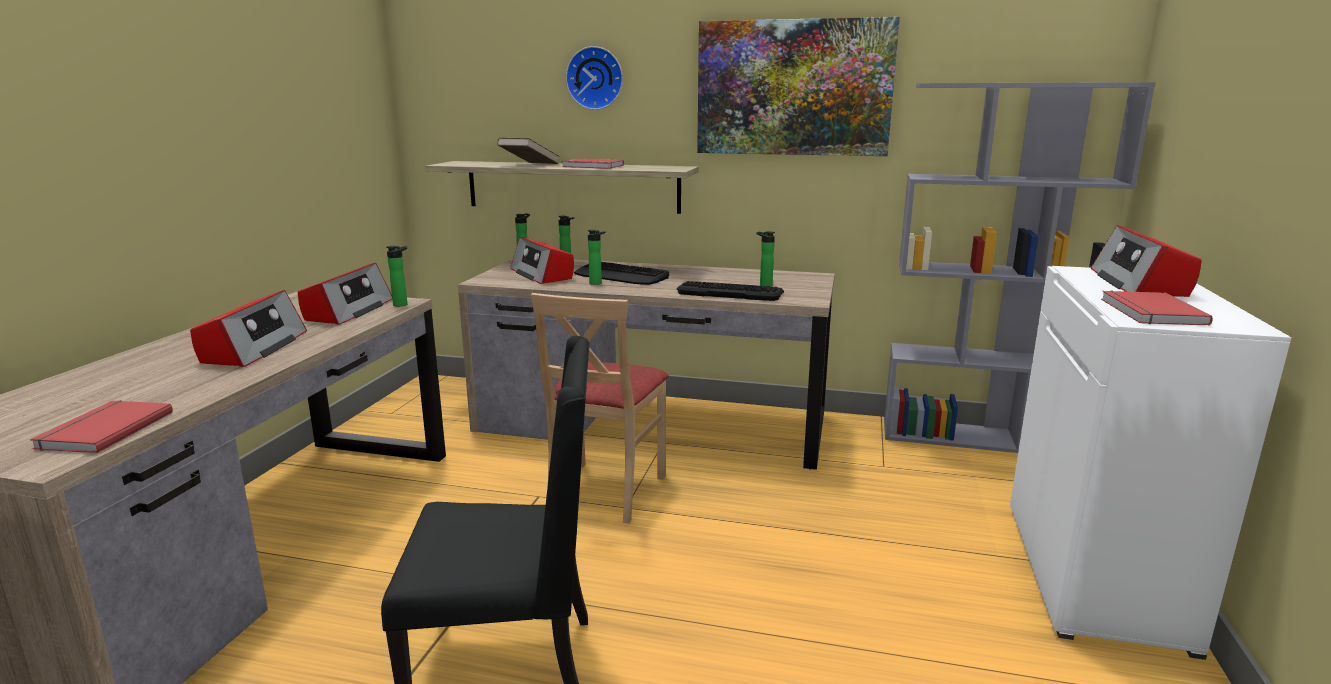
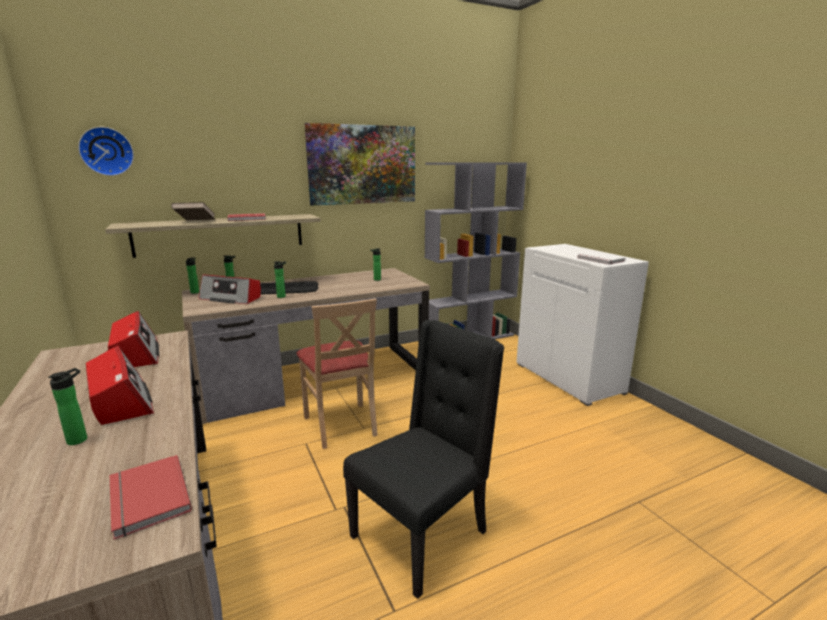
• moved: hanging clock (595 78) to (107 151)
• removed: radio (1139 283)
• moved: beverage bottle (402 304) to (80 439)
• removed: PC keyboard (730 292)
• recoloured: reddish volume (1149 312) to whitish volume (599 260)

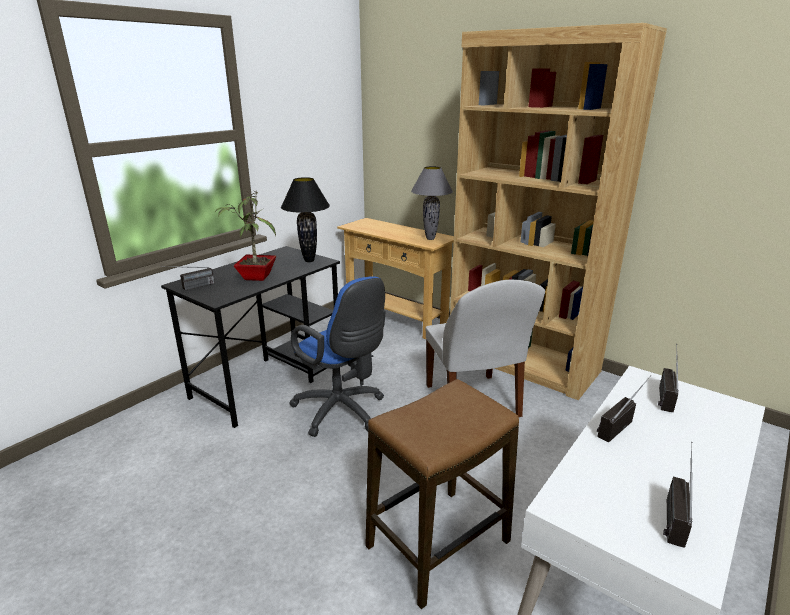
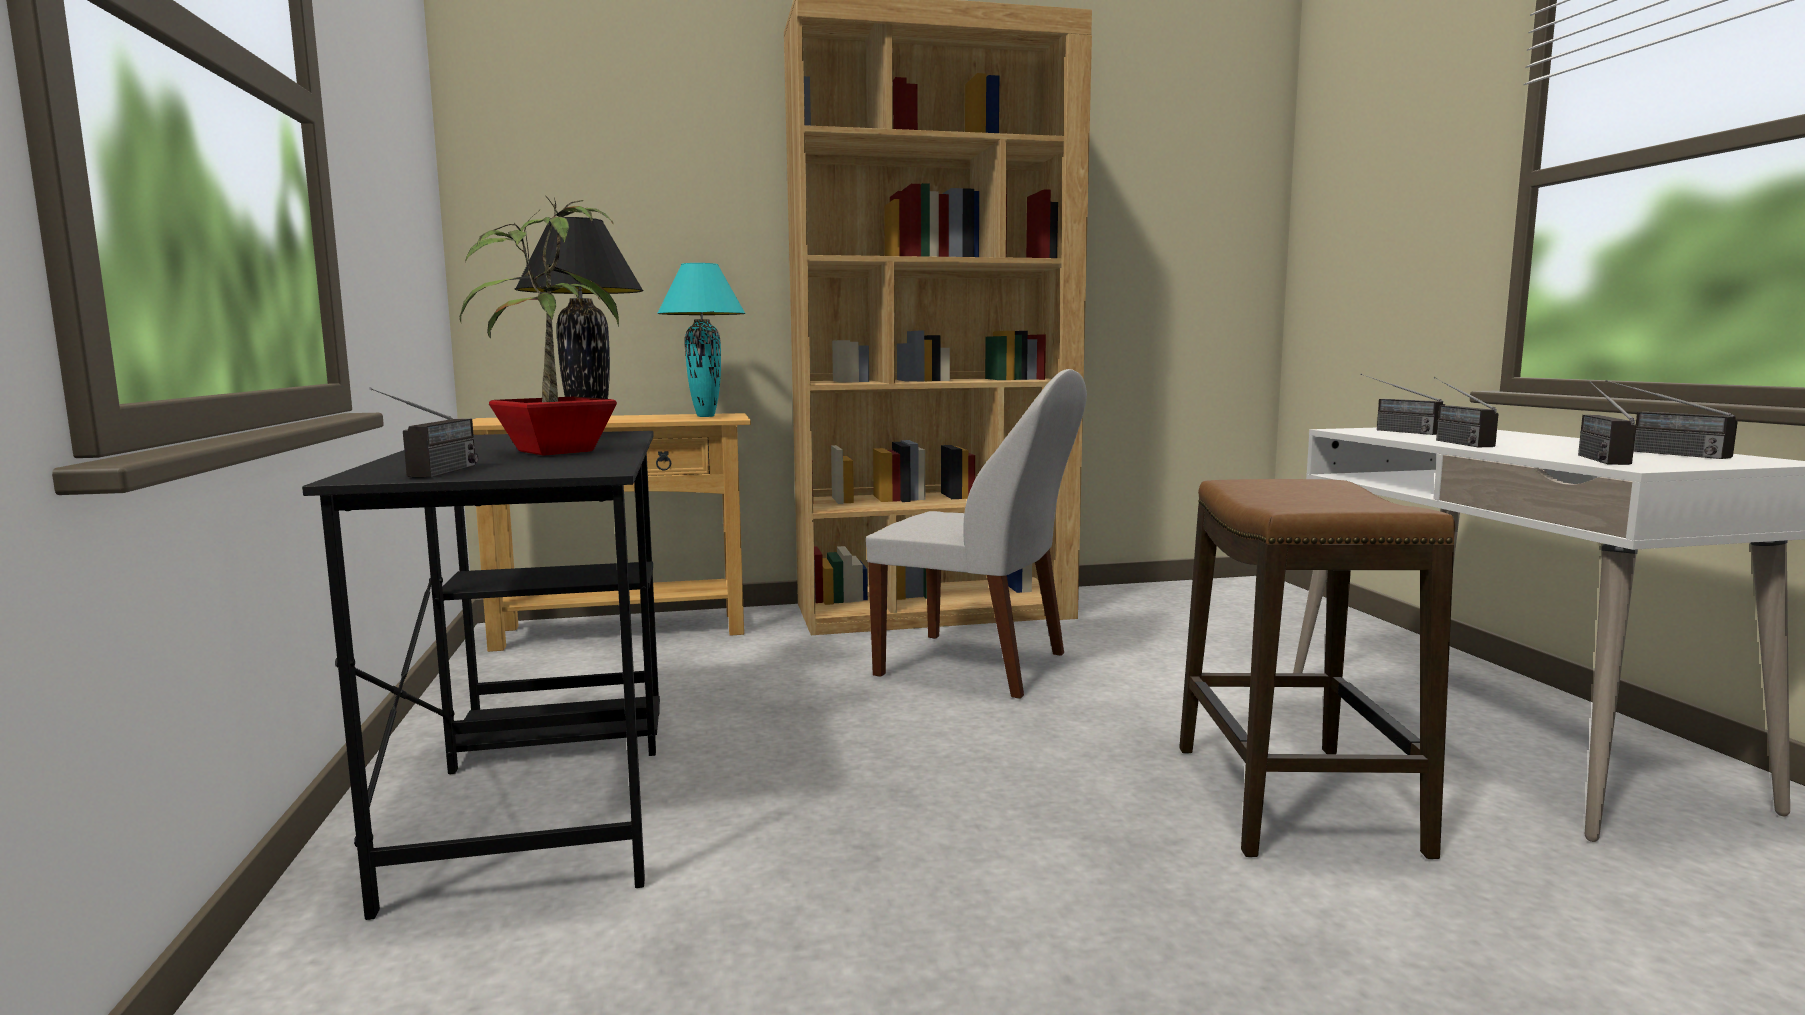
• recoloured: grey lamp for a table (430 239) to blue-green lamp for a table (706 416)
• removed: bluish office chair (342 412)
• added: radio (1592 457)

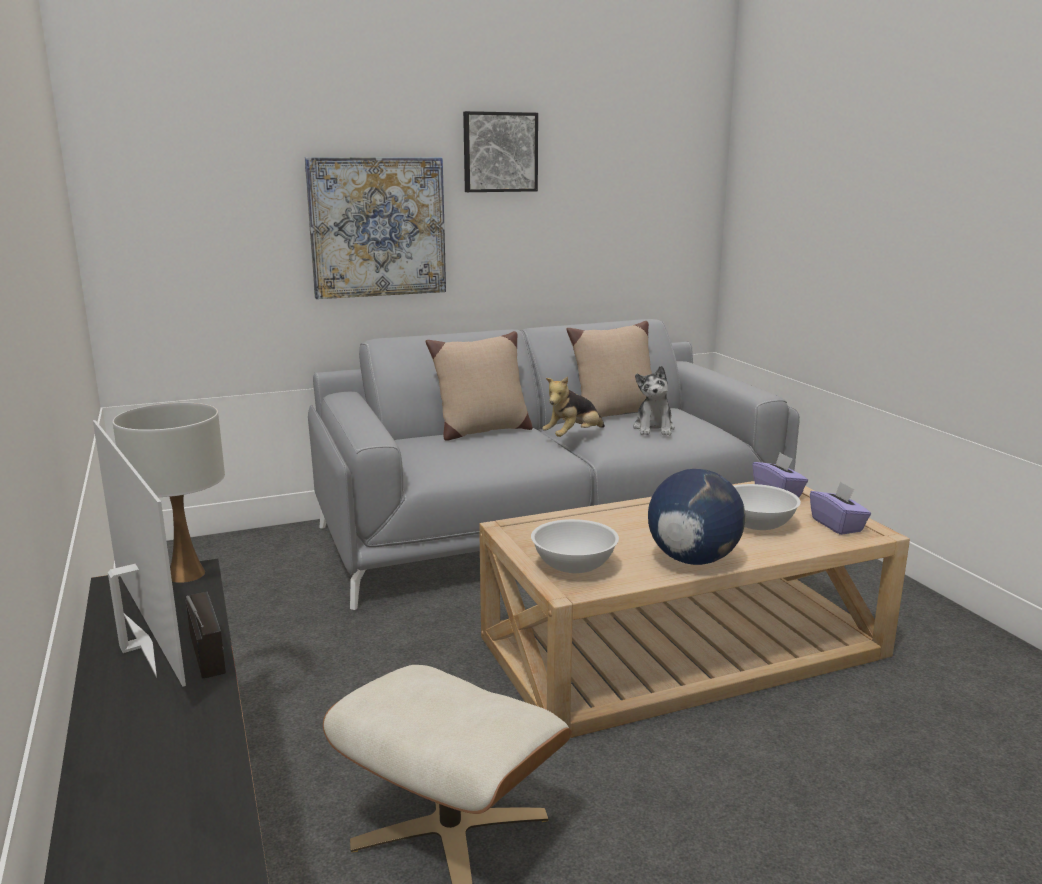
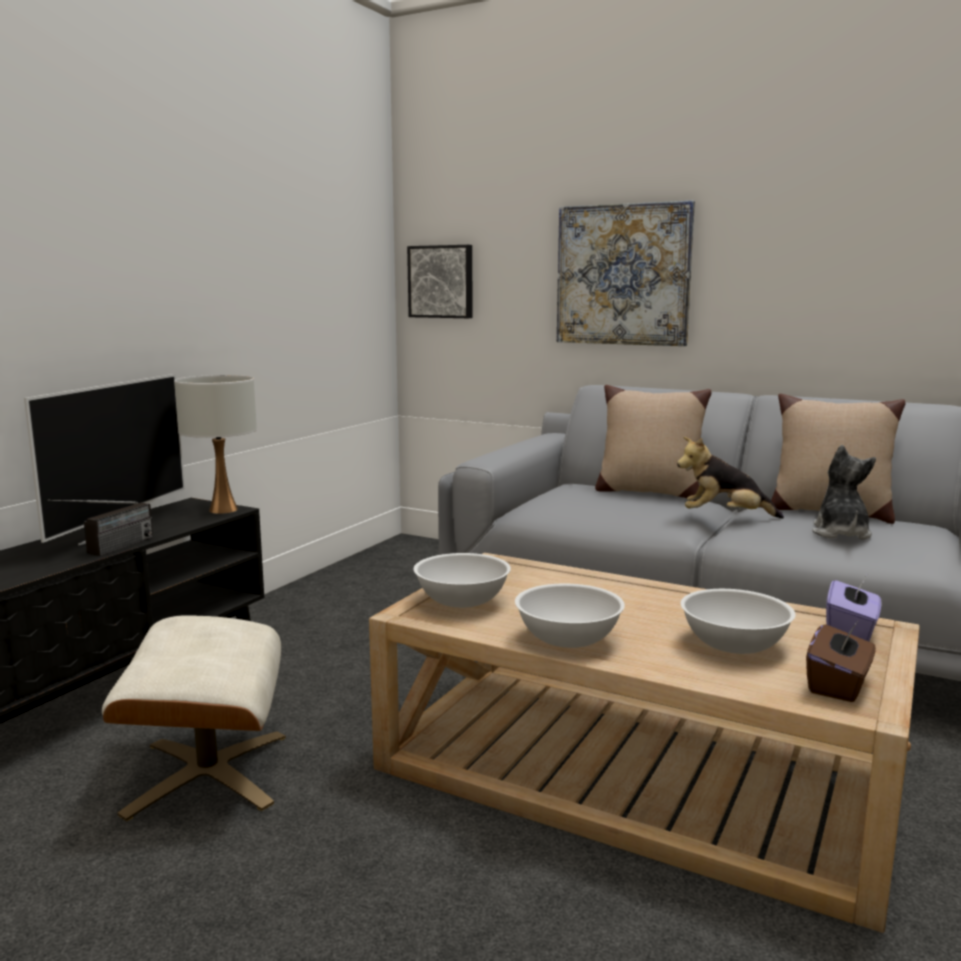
• moved: wall picture (499 152) to (441 281)
• turned: soft toy (654 428) = (840 533) 135 degrees clockwise
• replaced: world globe (692 559) to whitish bowl (568 639)
• recoloured: purplish tissue box (837 525) to brown-coloured tissue box (838 685)

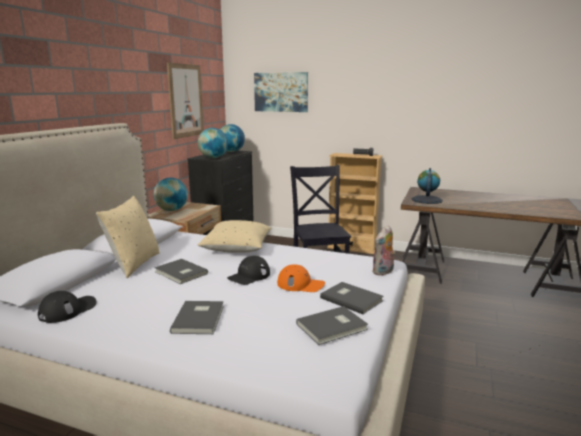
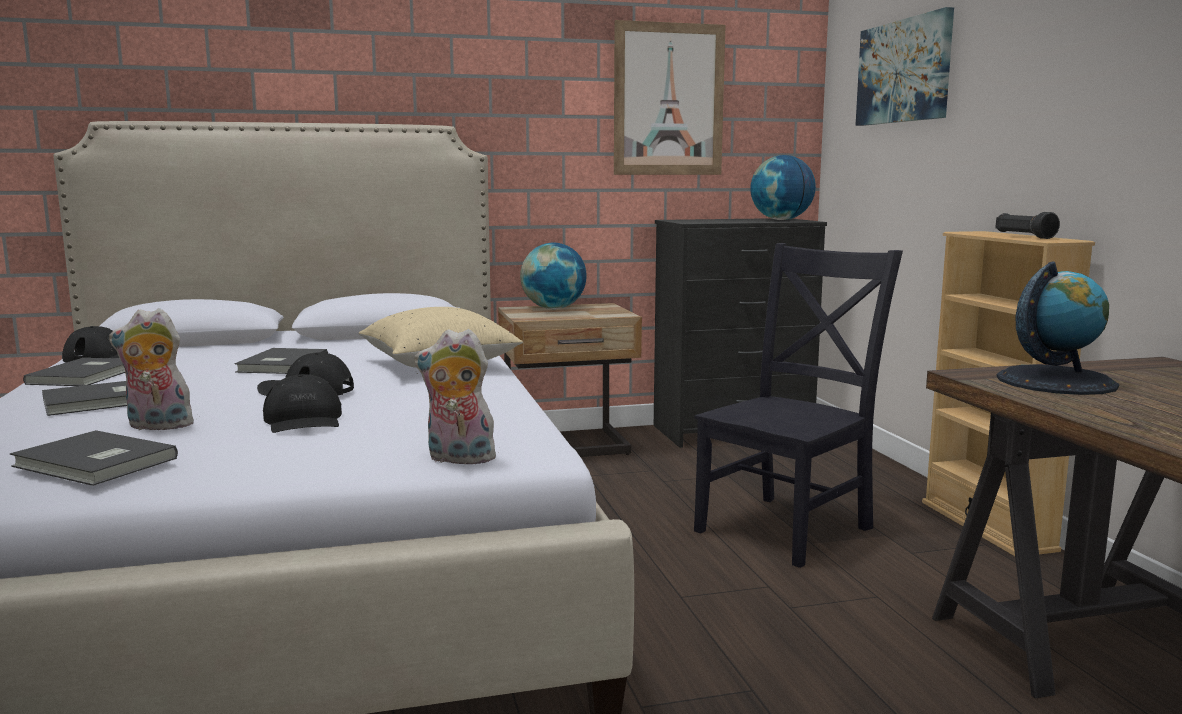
• removed: world globe (213 158)
• removed: sand-coloured cushion (133 264)
• recoloured: orangey baseball cap (301 284) to blackish baseball cap (304 420)
• moved: grey volume (351 298) to (87 375)
• added: soft toy (157 427)

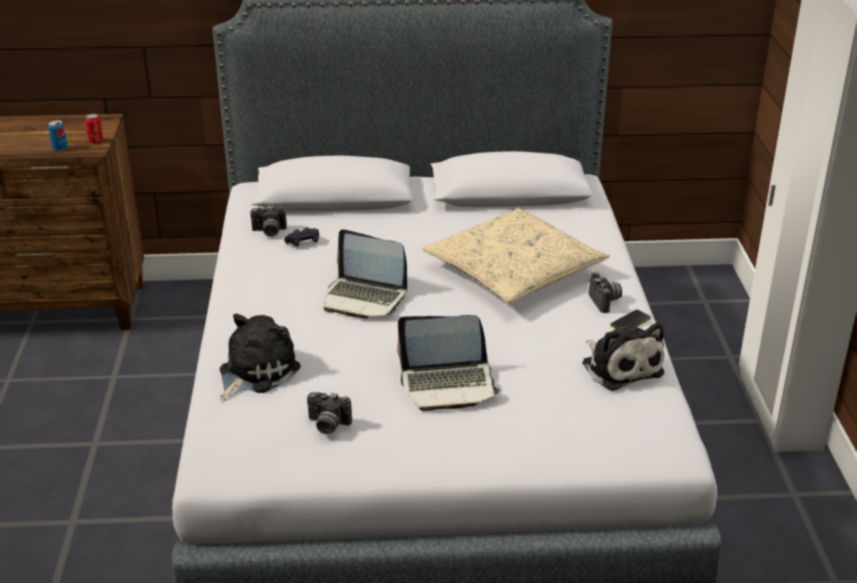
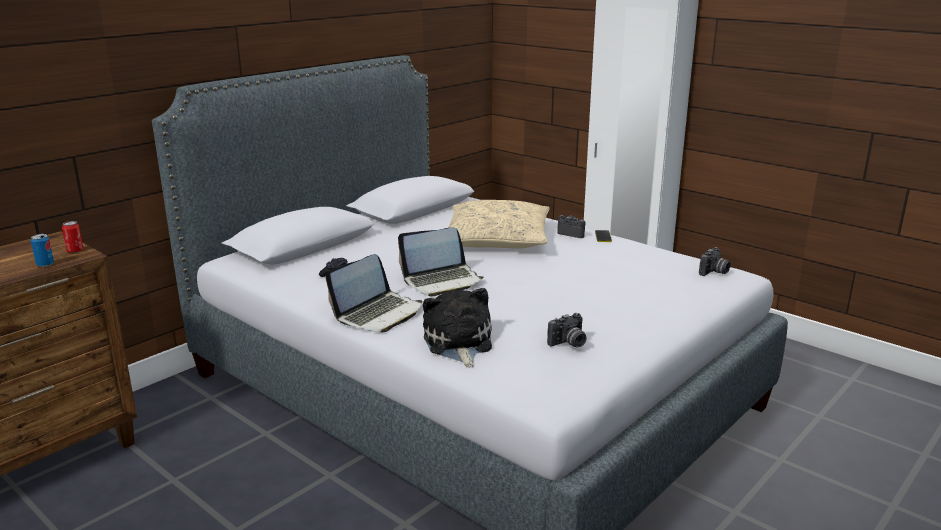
• moved: still camera (269 232) to (714 272)
• moved: laptop (448 385) to (378 313)
• removed: soft toy (620 366)

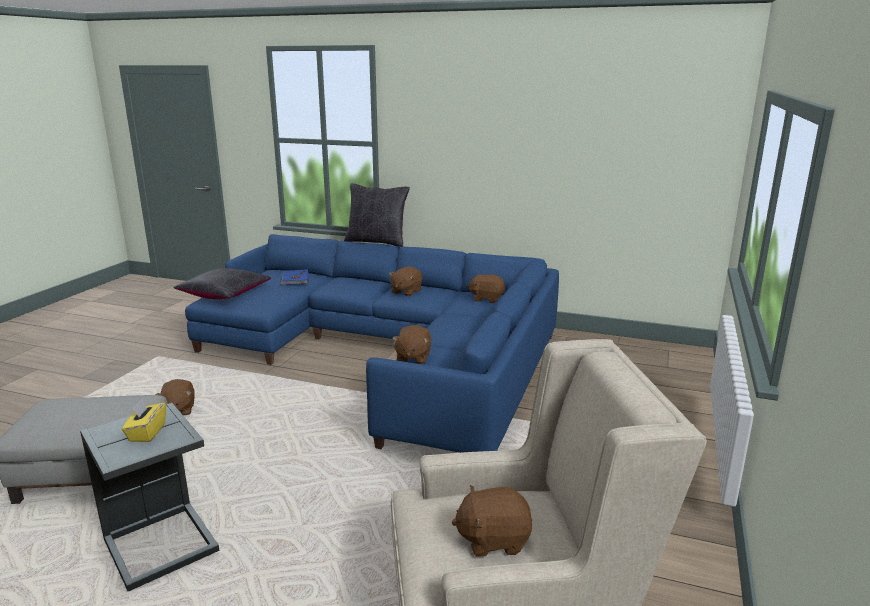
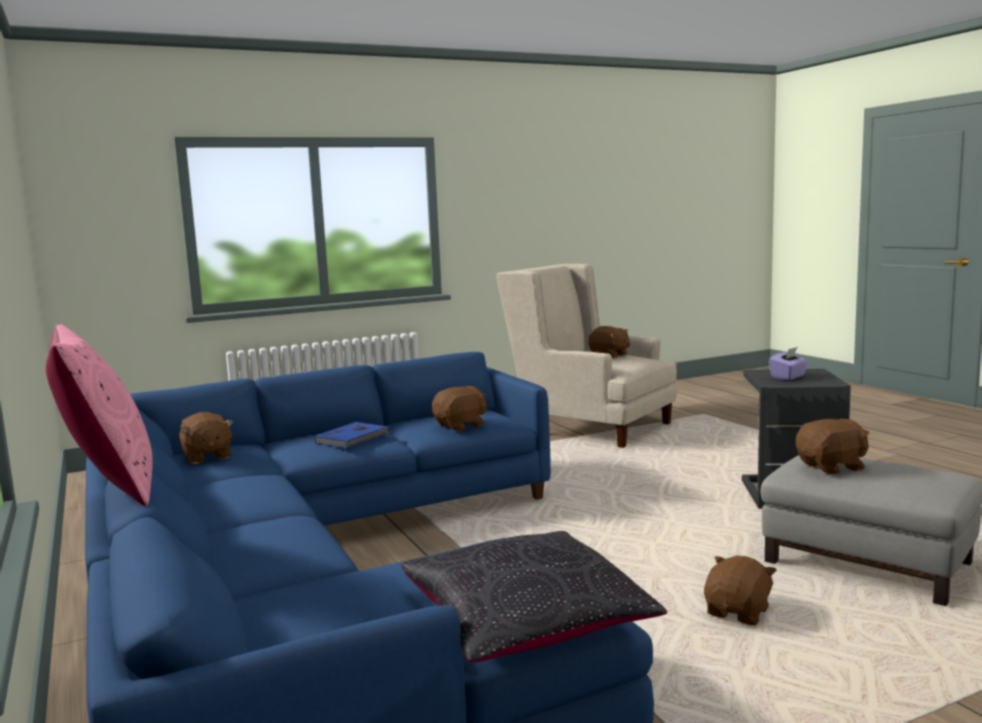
• recoloured: blackish cushion (377 241) to pinkish cushion (109 485)
• moved: brown-coloured soft toy (406 292) to (832 467)
• moved: bluish volume (295 279) to (353 438)
• recoloured: yellow tissue box (147 433) to purplish tissue box (788 377)

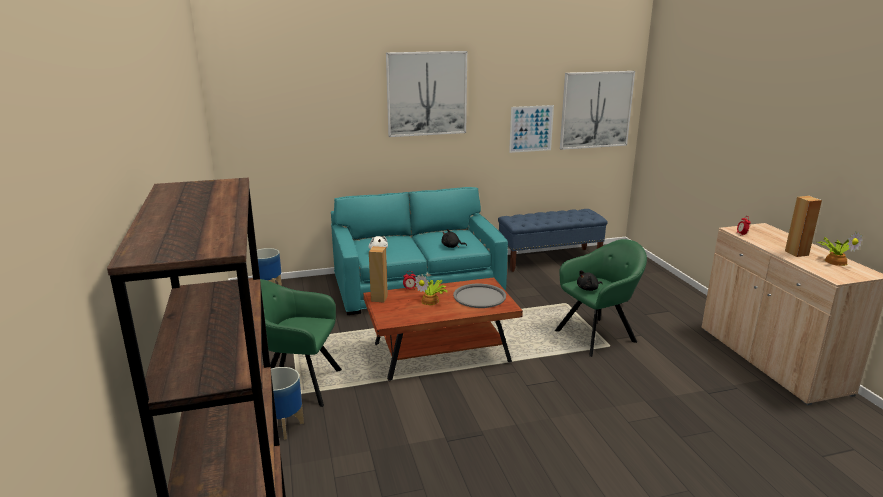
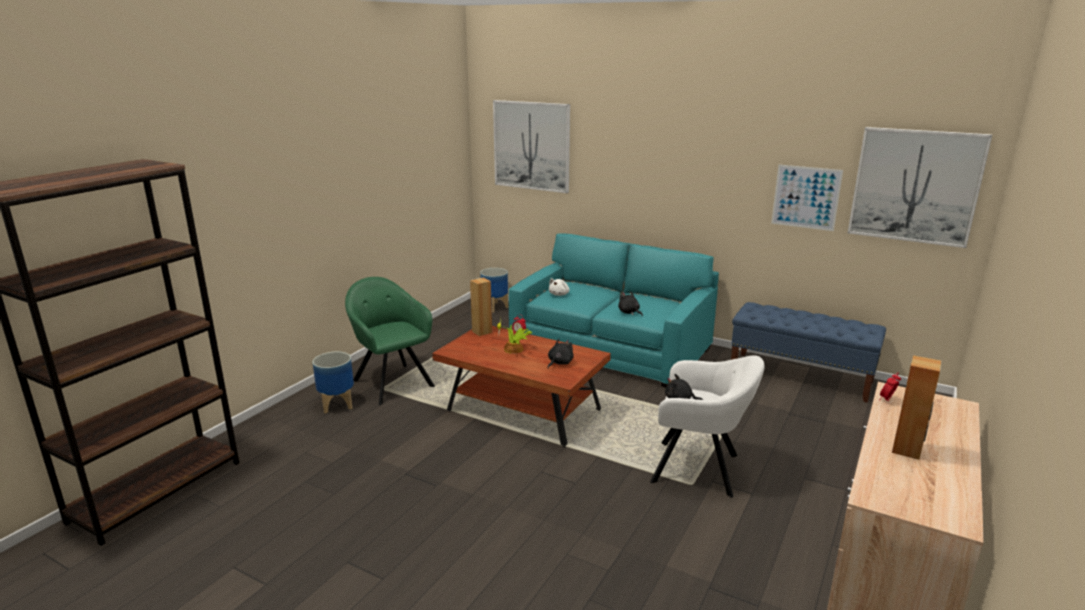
• moved: wall picture (427 93) to (531 146)
• removed: houseplant (835 261)
• recoloured: green-coloured armchair (598 335) to whitish armchair (700 469)
• replaced: grey serving tray (479 297) to blackish soft toy (559 363)

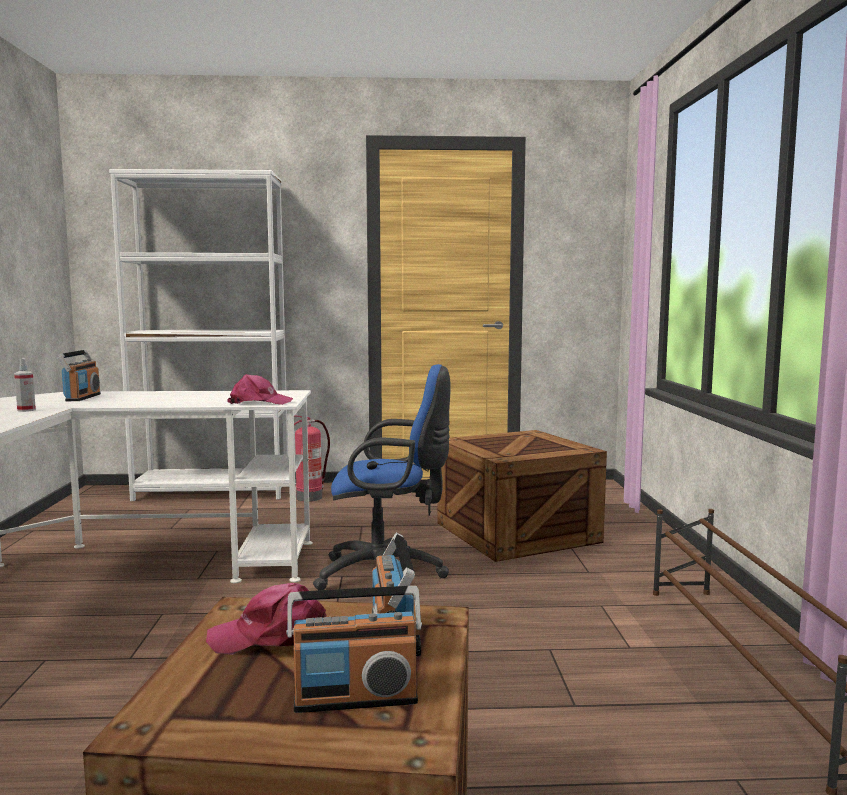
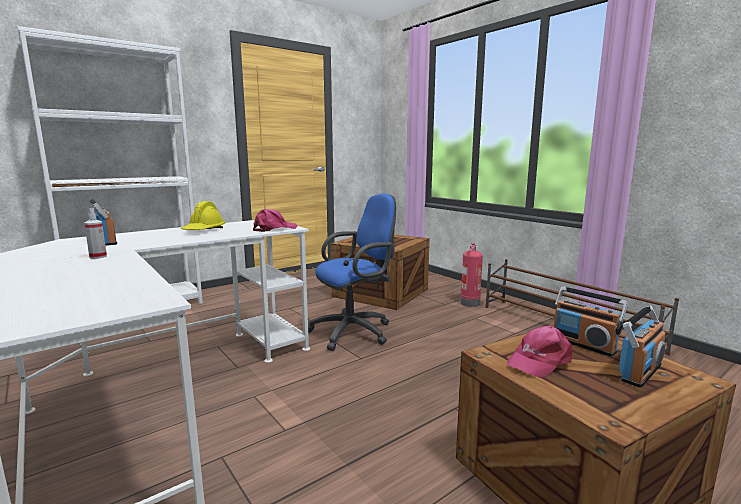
• moved: fire-fighting cylinder (310 497) to (469 303)
• added: yellow safety helmet (204 230)

